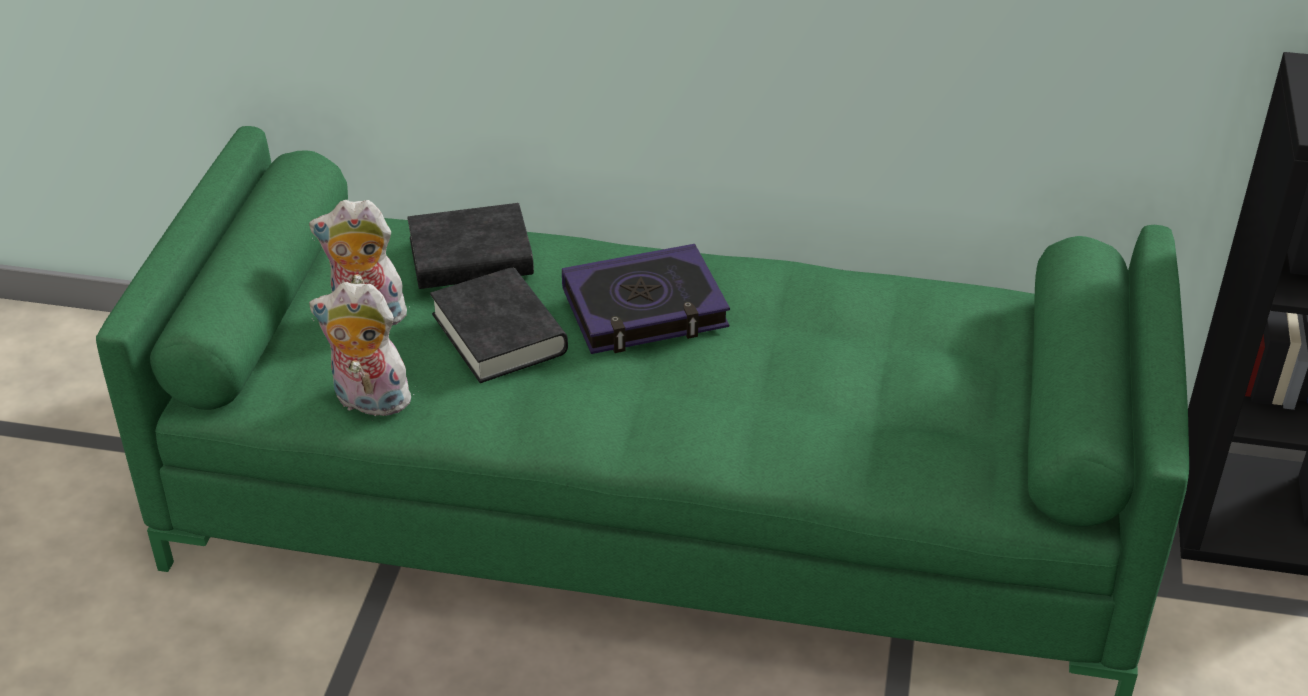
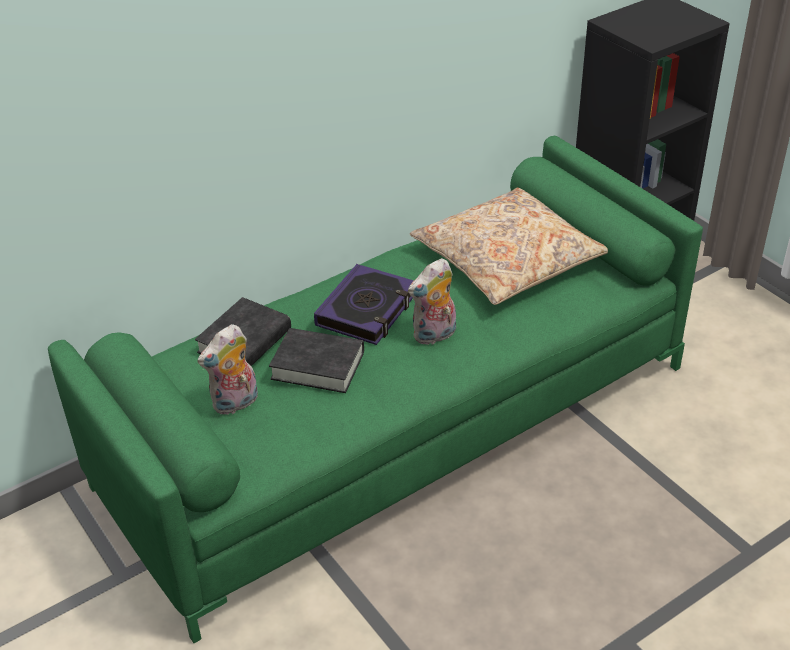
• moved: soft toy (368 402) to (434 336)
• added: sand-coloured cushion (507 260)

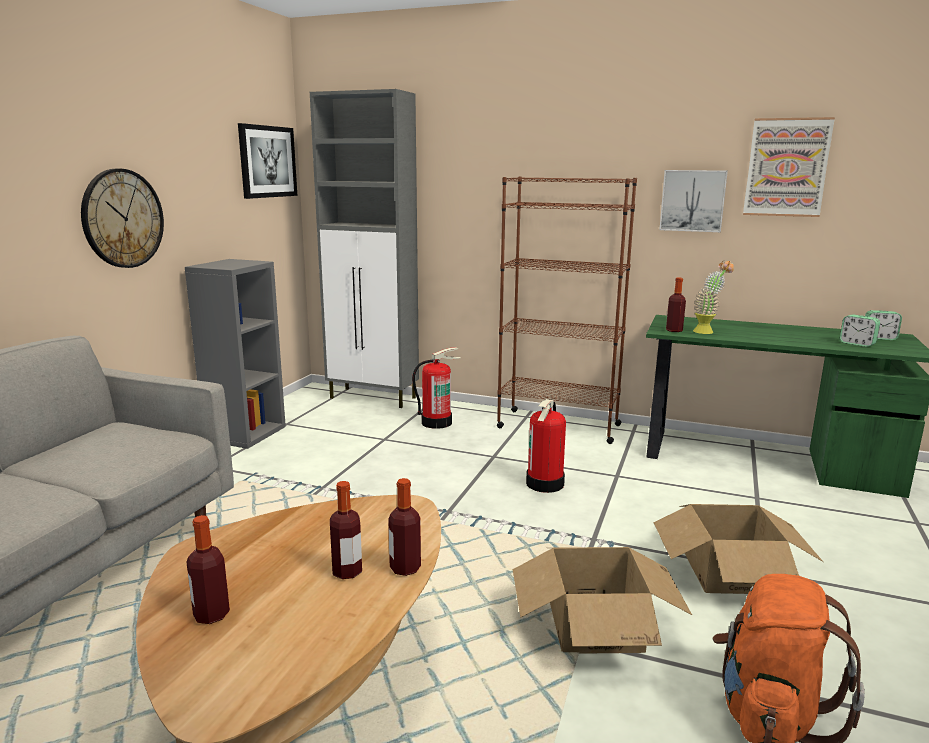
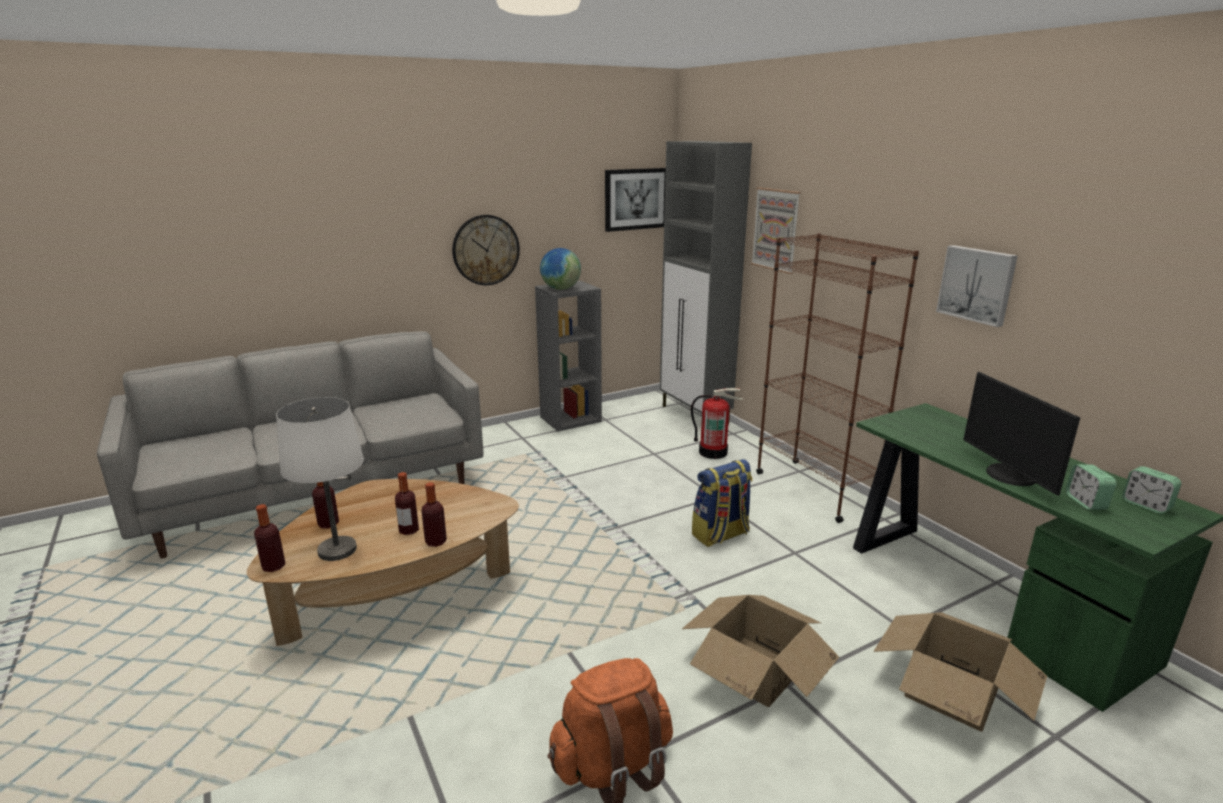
• moved: wall picture (786 167) to (776 230)
• removed: houseplant (708 331)
• moved: beverage bottle (674 330) to (273 566)
• replaced: fire-fighting cylinder (545 484) to rucksack (720 535)
• moved: packing box (595 625) to (952 692)
• added: world globe (561 289)
• added: computer display (1009 475)
• added: whitish lamp for a table (337 550)

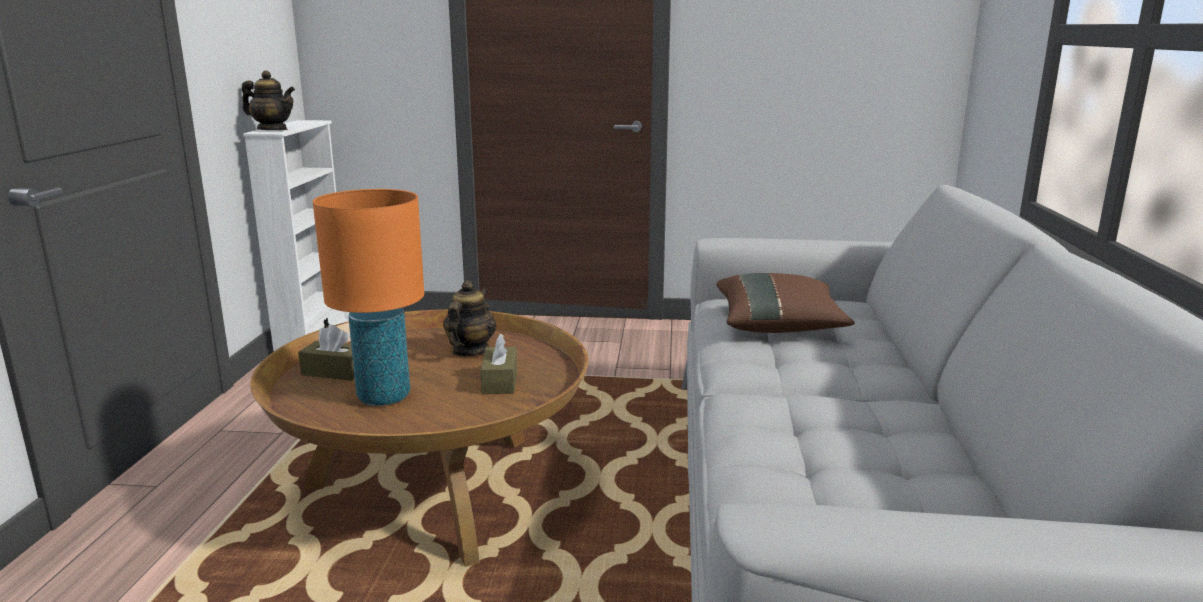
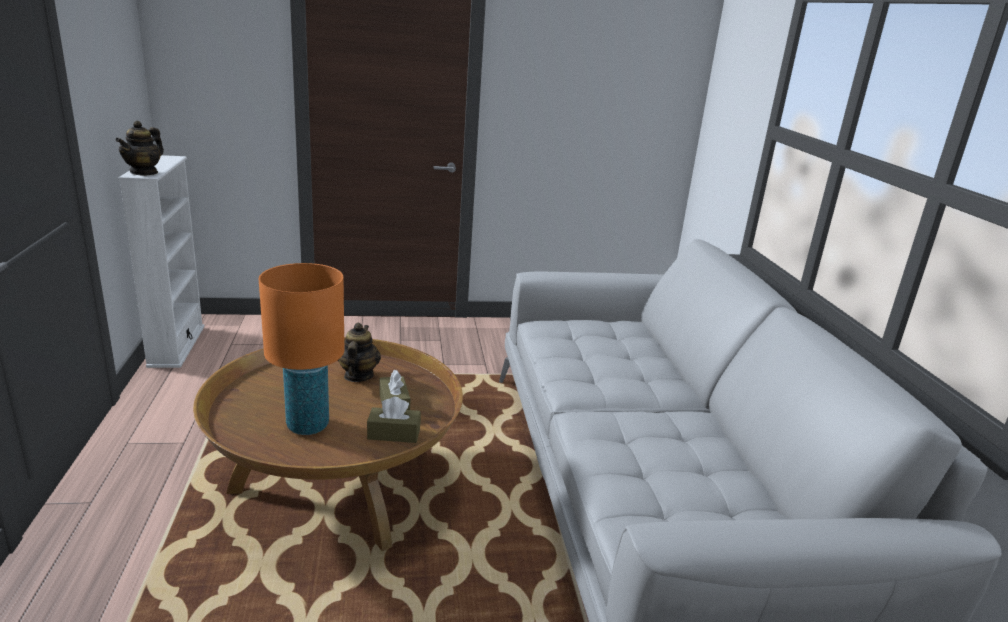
• turned: teapot (272 130) = (144 172) 105 degrees clockwise
• removed: brown-coloured cushion (778 326)
• moved: brown-coloured tissue box (334 372) to (394 434)

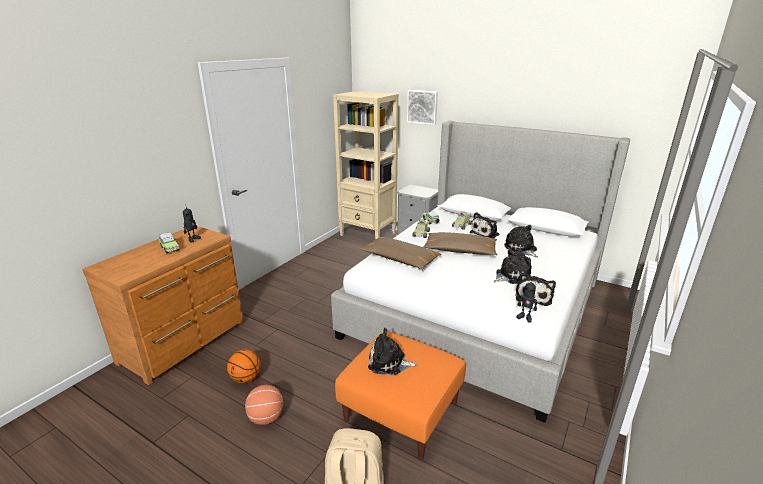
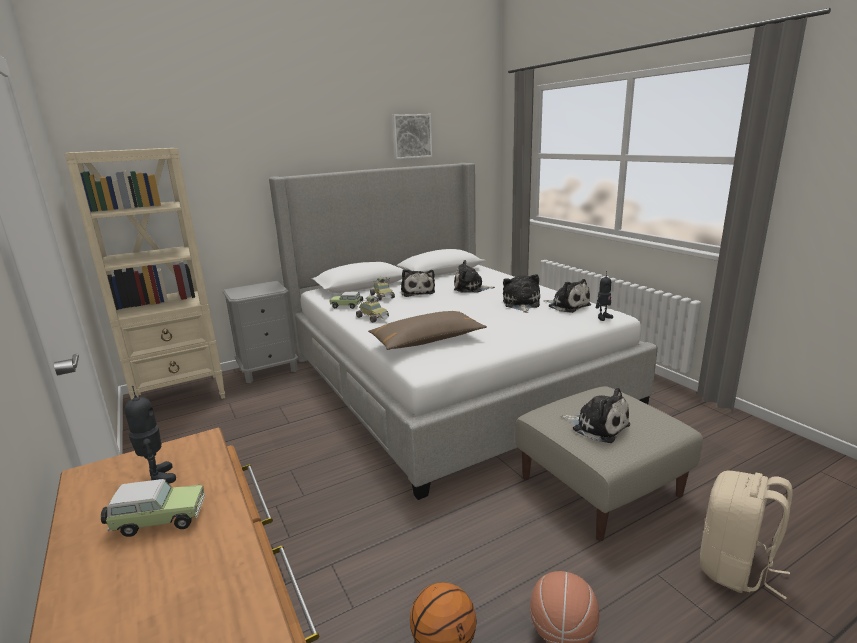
• moved: wall picture (422 107) to (411 136)
• removed: brown-coloured cushion (460 250)
• turned: soft toy (389 363) = (597 426) 90 degrees counterclockwise
• recoloured: orangey footrest (402 411) to sand-coloured footrest (600 485)

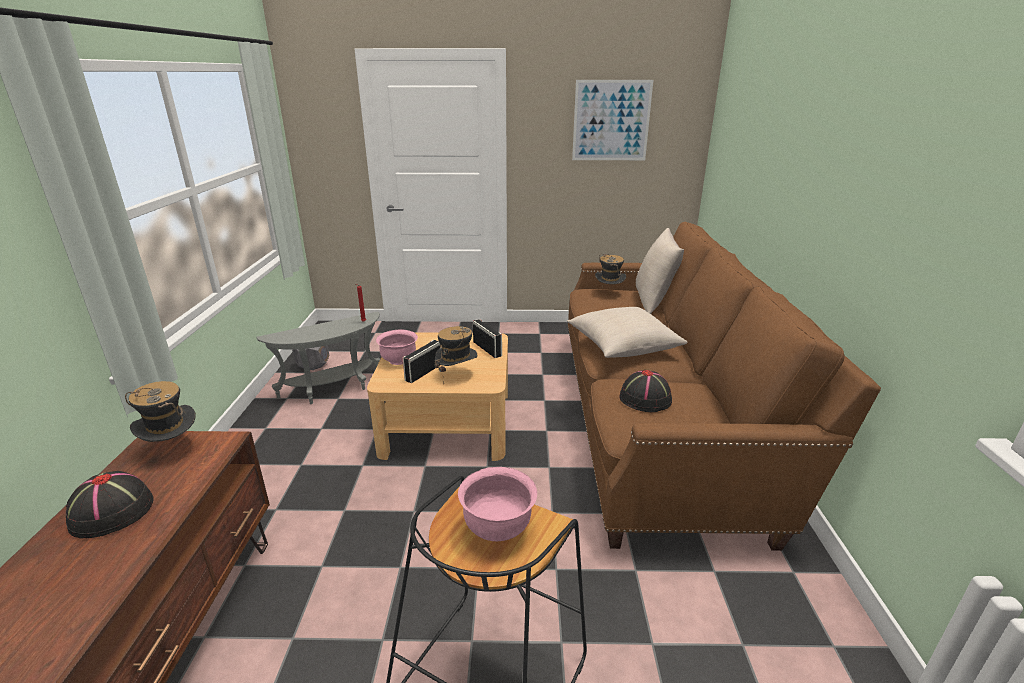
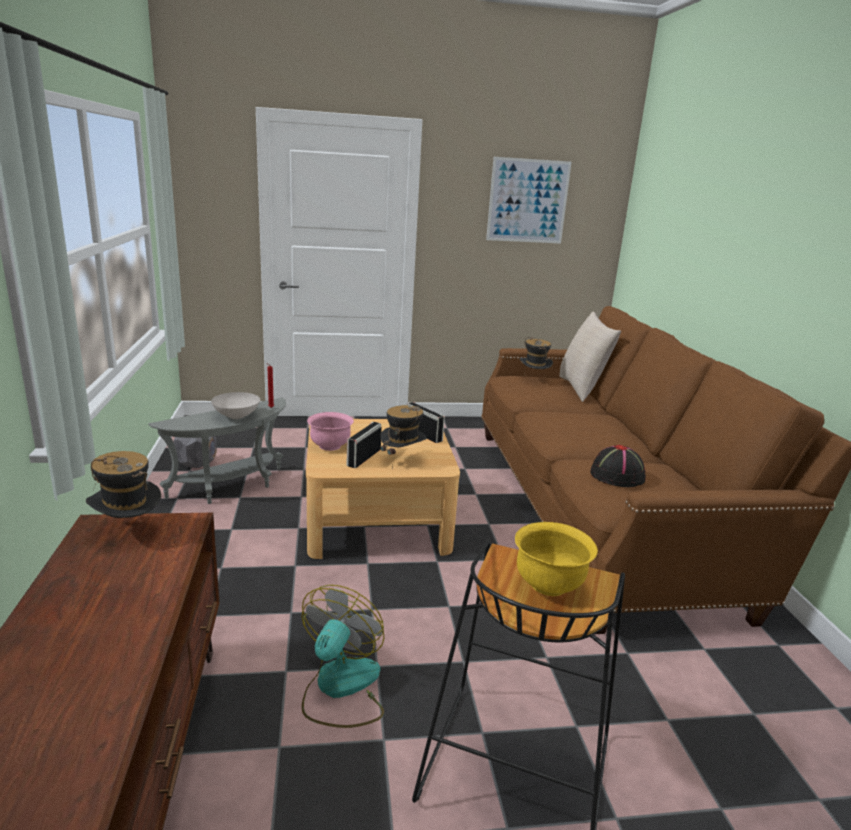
• removed: sand-coloured cushion (623 346)
• recoloured: pinkish bowl (498 528) to yellow bowl (549 585)
• removed: blackish wearable hat (111 512)
• added: whitish bowl (235 416)
• added: fan (340 688)

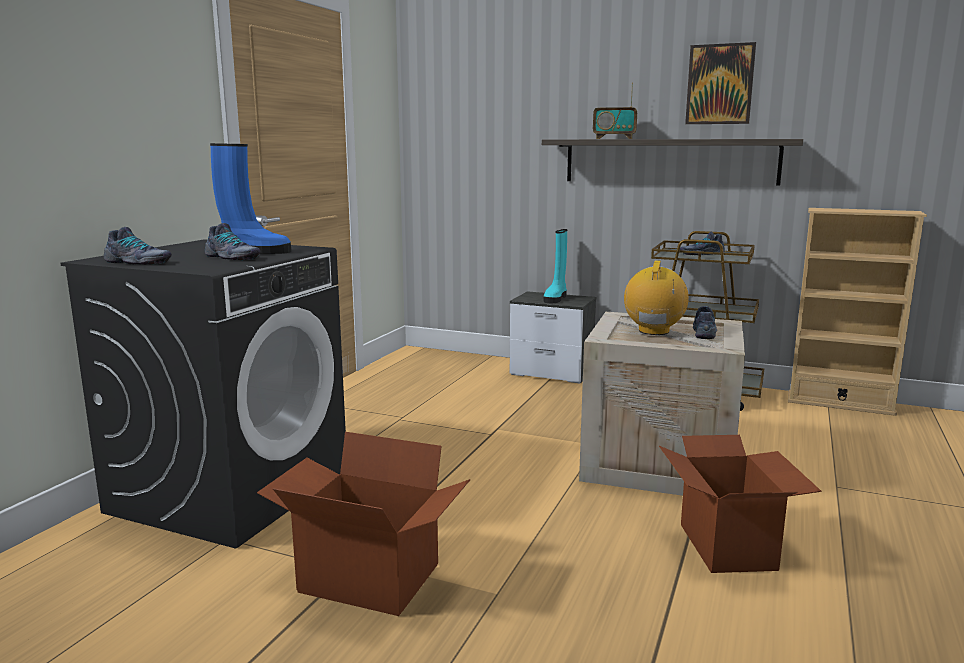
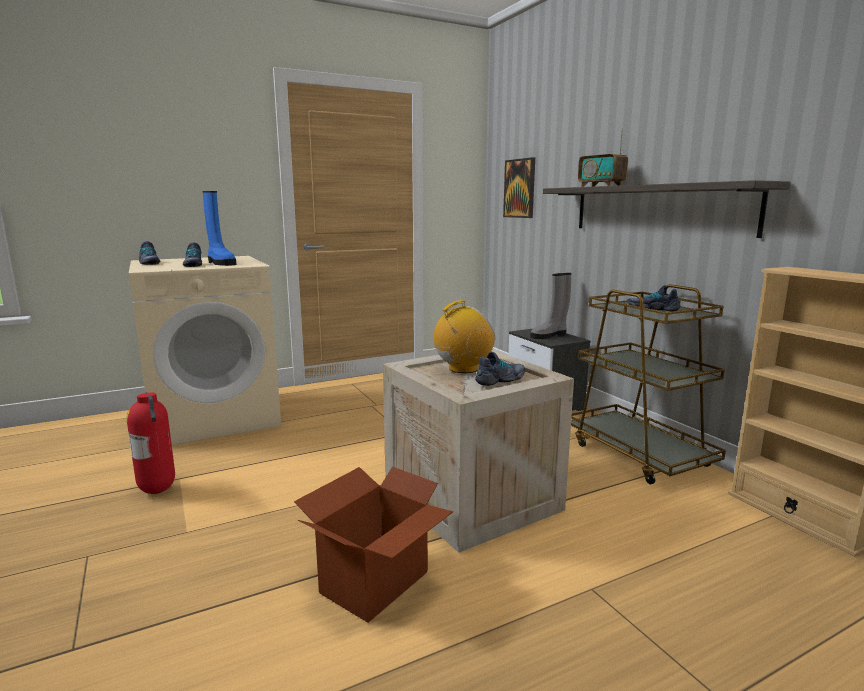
• moved: wall picture (720 84) to (520 188)
• recoloured: blue-green high-top boot (555 298) to grey high-top boot (549 336)
• recoloured: blackish laundry machine (232 489) to sand-coloured laundry machine (214 417)
• replaced: packing box (368 579) to fire-fighting cylinder (159 491)

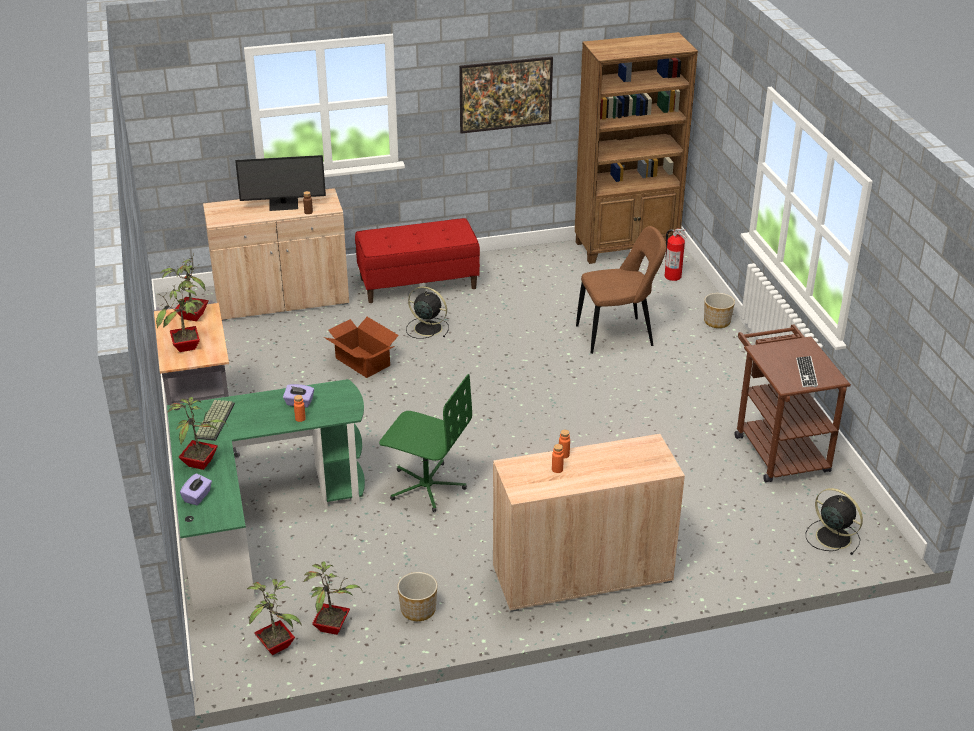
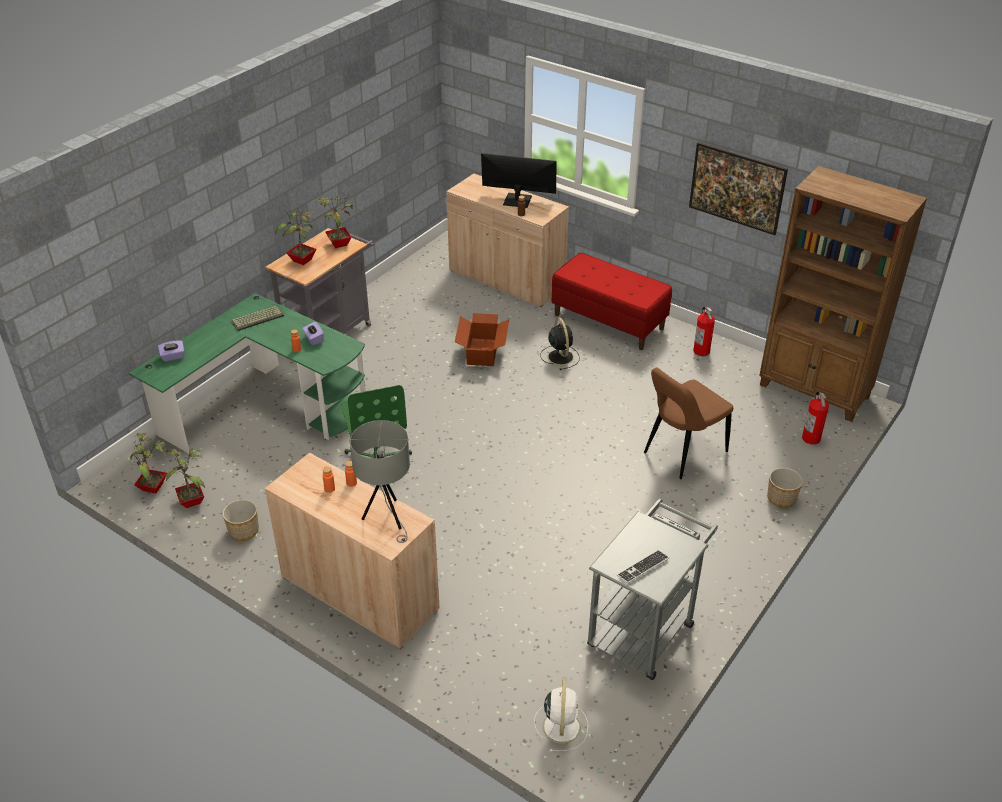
• turned: computer display (283 204) = (517 200) 150 degrees clockwise
• turned: brown-coloured upright chair (618 335) = (682 453) 105 degrees clockwise
• recoloured: brown-coloured trolley (777 448) to grey trolley (645 628)
• removed: houseplant (201 462)
• recoloured: blackish fan (832 536) to whitish fan (561 725)
• added: fire-fighting cylinder (701 351)
• added: grey lamp for a table (387 518)

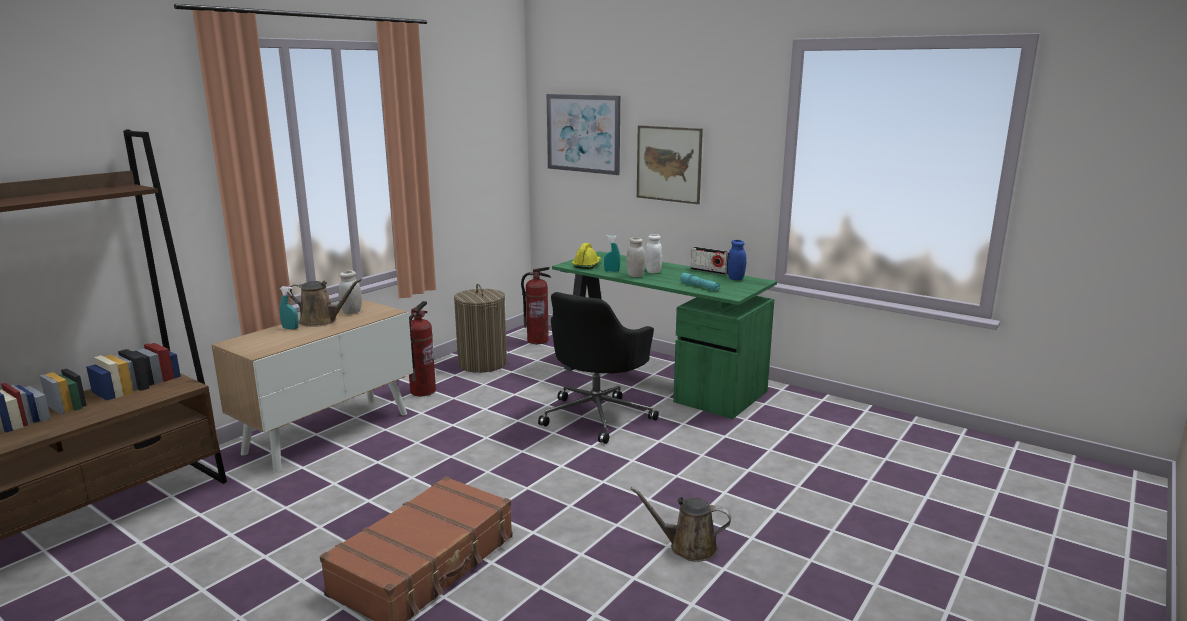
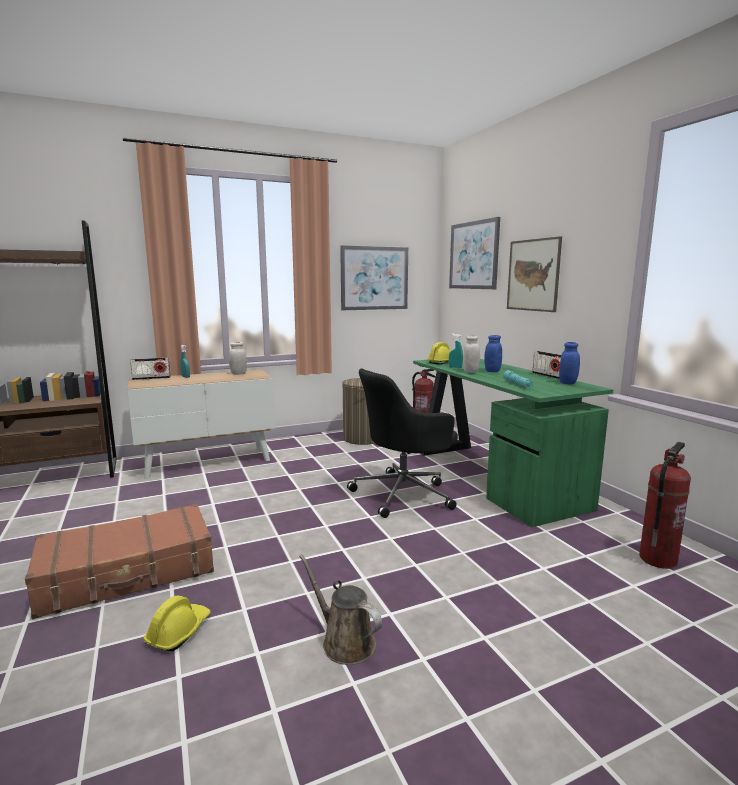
• recoloured: whitish storage jar (653 272) to bluish storage jar (492 371)
• removed: brown-coloured watering pot (321 321)
• moved: fire-fighting cylinder (423 391) to (657 559)
• added: wall picture (374 278)
• added: radio (151 378)
• added: yellow safety helmet (178 631)

